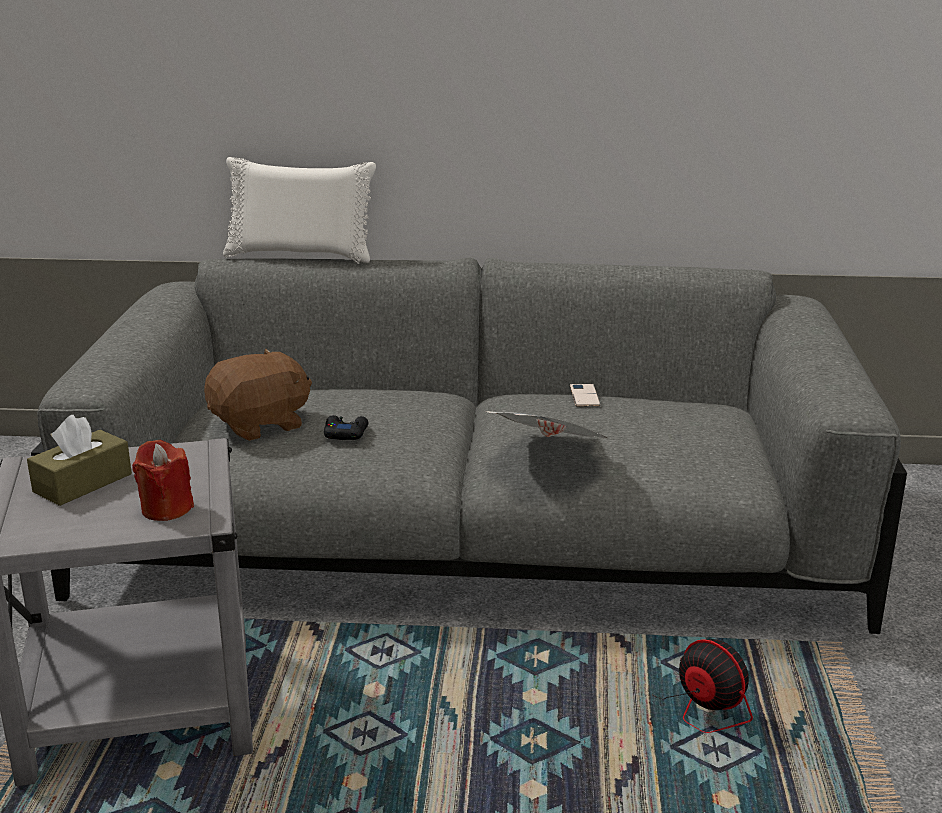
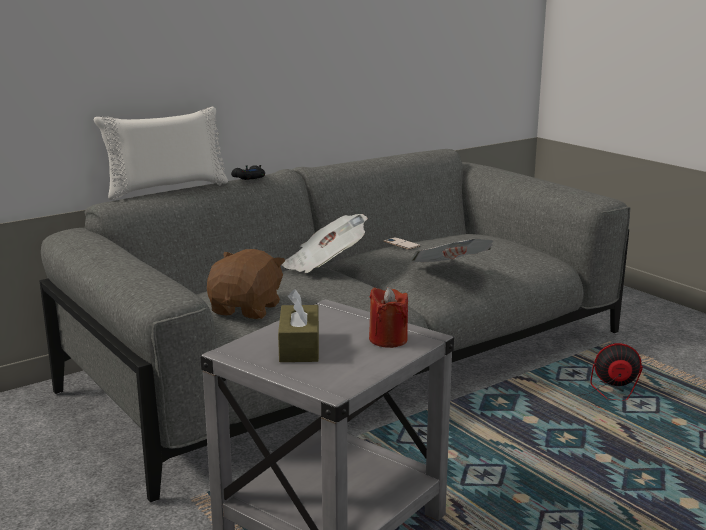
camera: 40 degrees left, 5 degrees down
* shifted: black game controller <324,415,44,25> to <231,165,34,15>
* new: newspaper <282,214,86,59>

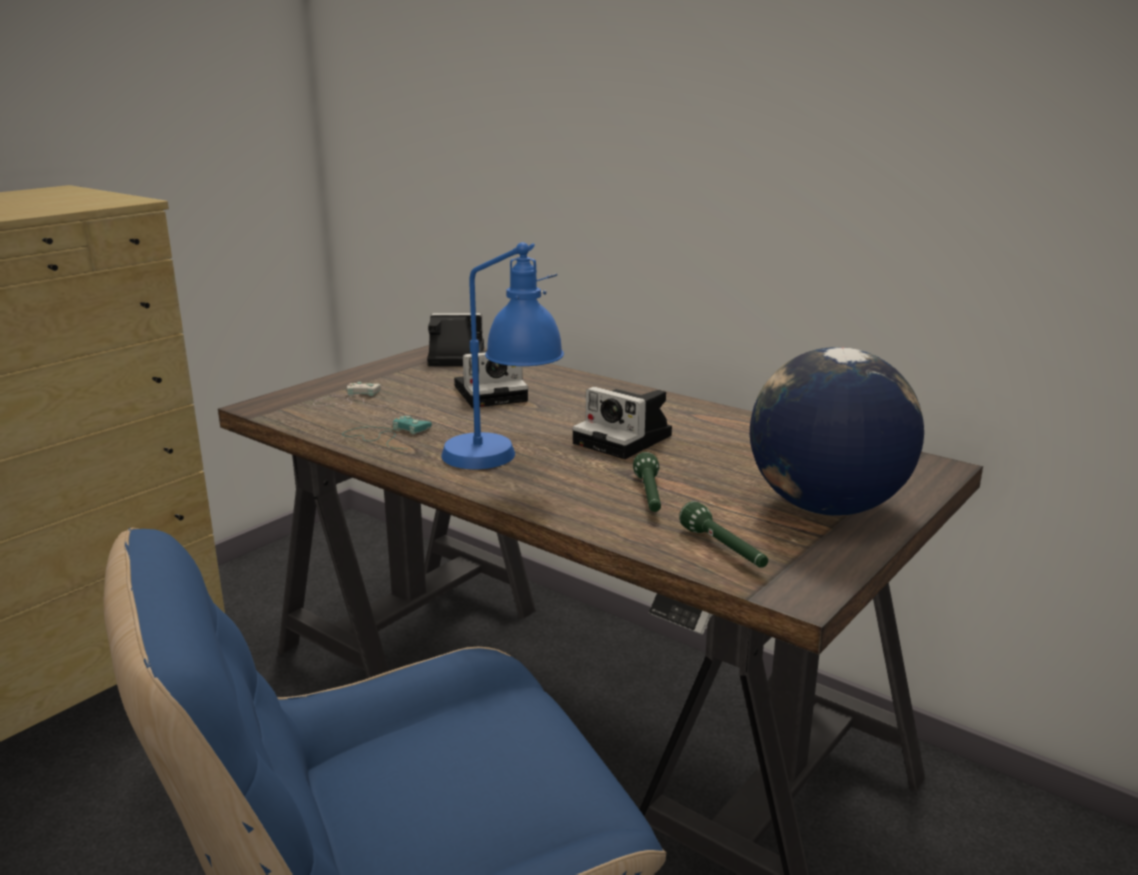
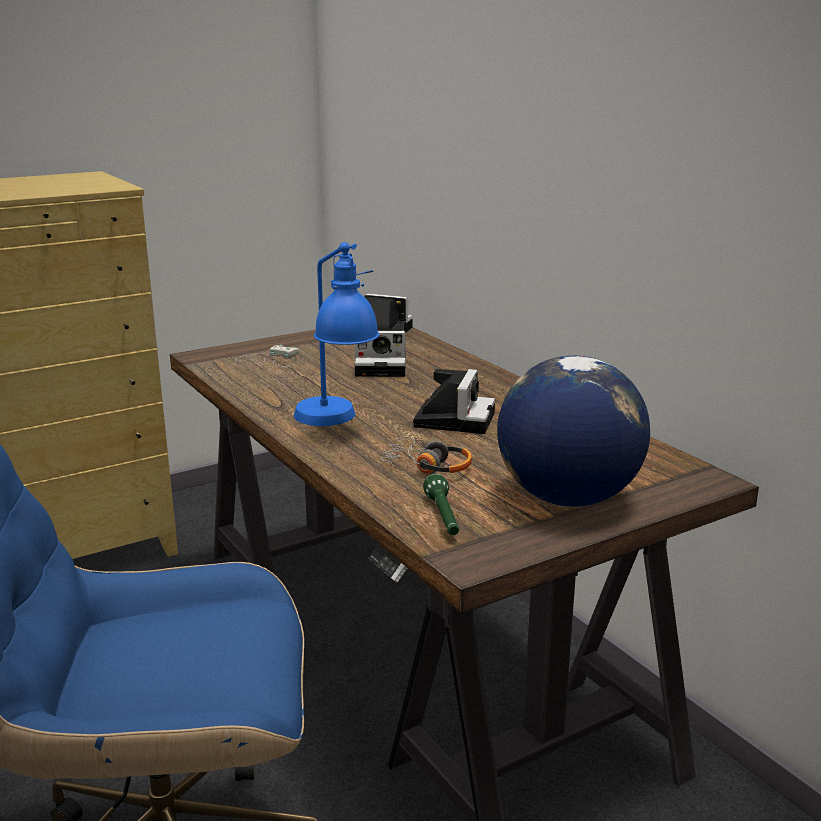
camera: 20 degrees right, 0 degrees up
* gone: turquoise game controller <342,416,90,33>
* rotated: photo camera <572,387,100,72> = <413,369,82,65> 135 degrees counterclockwise
* swapped: green flashlight <633,452,28,60> to headphones <381,437,91,37>

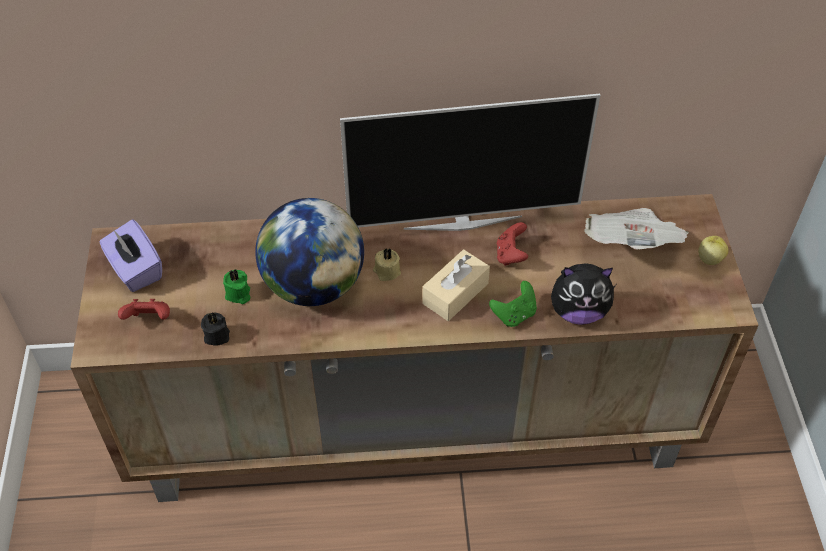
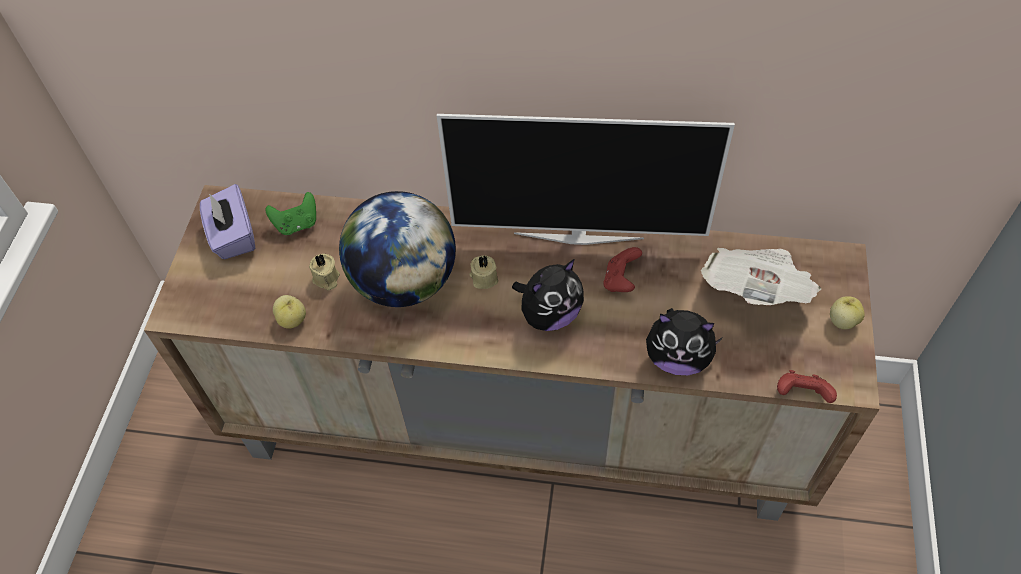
camera: 15 degrees right, 5 degrees up
* shifted: red game controller <118,299,52,21> to <777,370,60,33>
* swapped: black candle <201,312,29,34> to apple <273,295,33,34>
* repainted: green candle <223,270,27,34> to beige candle <309,254,31,36>
* swapped: beige tissue box <422,250,68,71> to plush toy <512,259,72,72>
* shifted: green game controller <489,281,48,46> to <265,192,51,43>

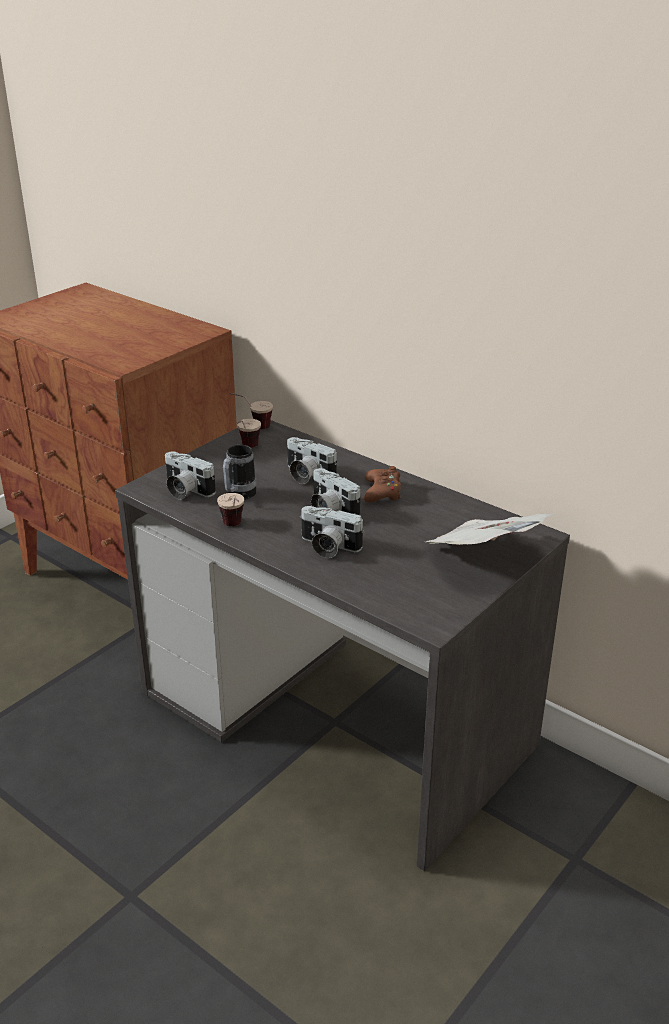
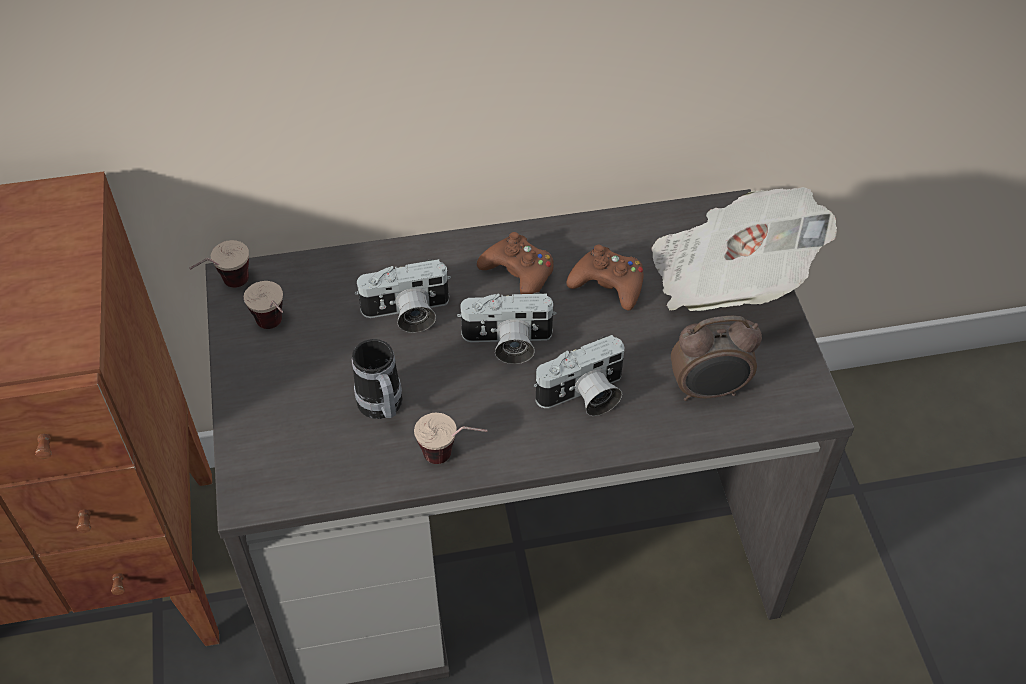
camera: 50 degrees left, 20 degrees up
* gone: photo camera <165,452,51,48>
* new: brown game controller <566,245,78,66>
* new: alarm clock <671,316,91,85>

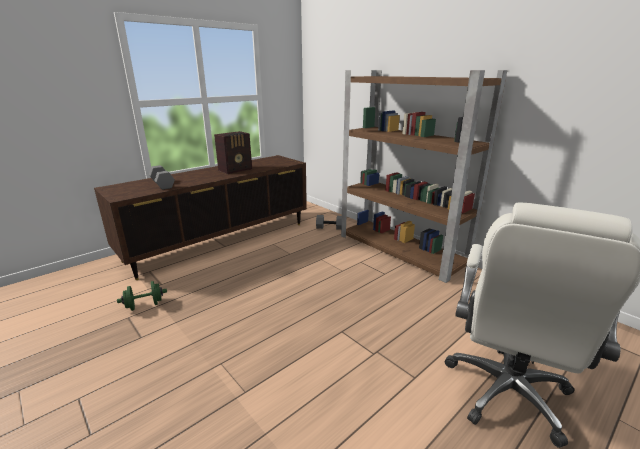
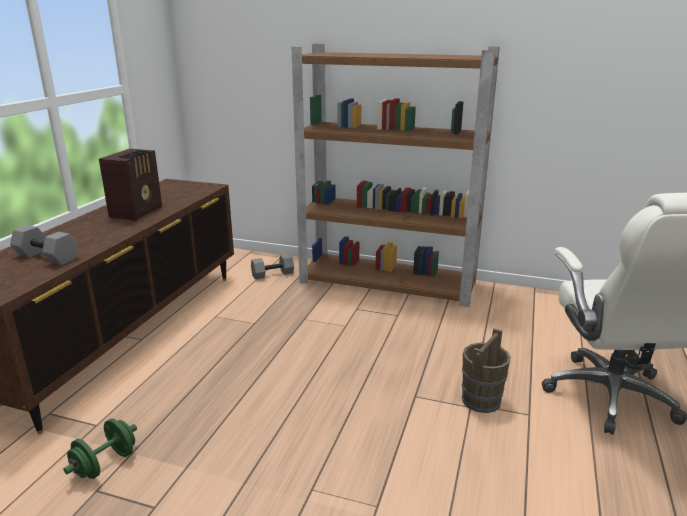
camera: 30 degrees left, 0 degrees up
* new: brown bucket <462,328,49,85>

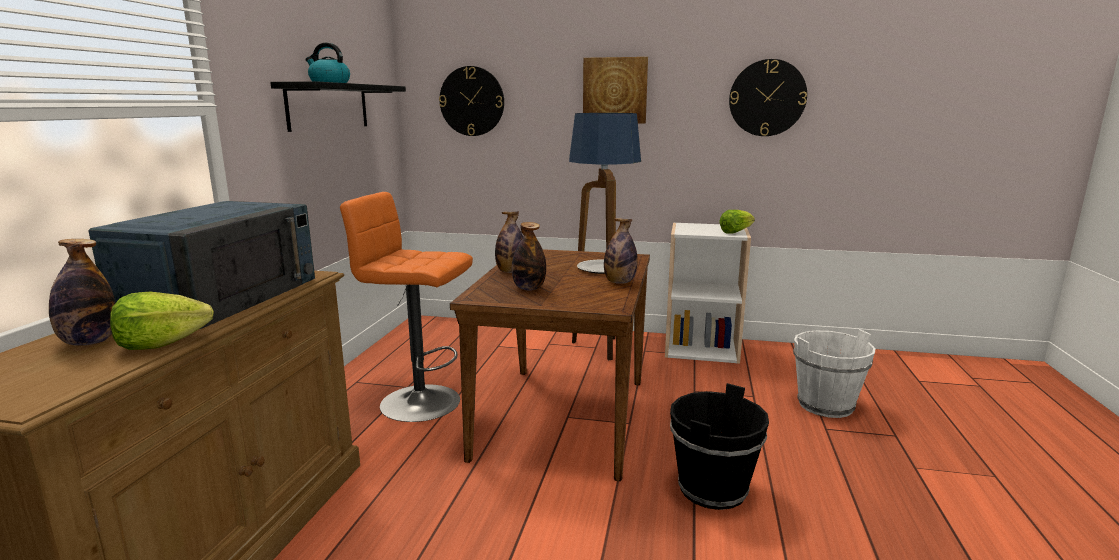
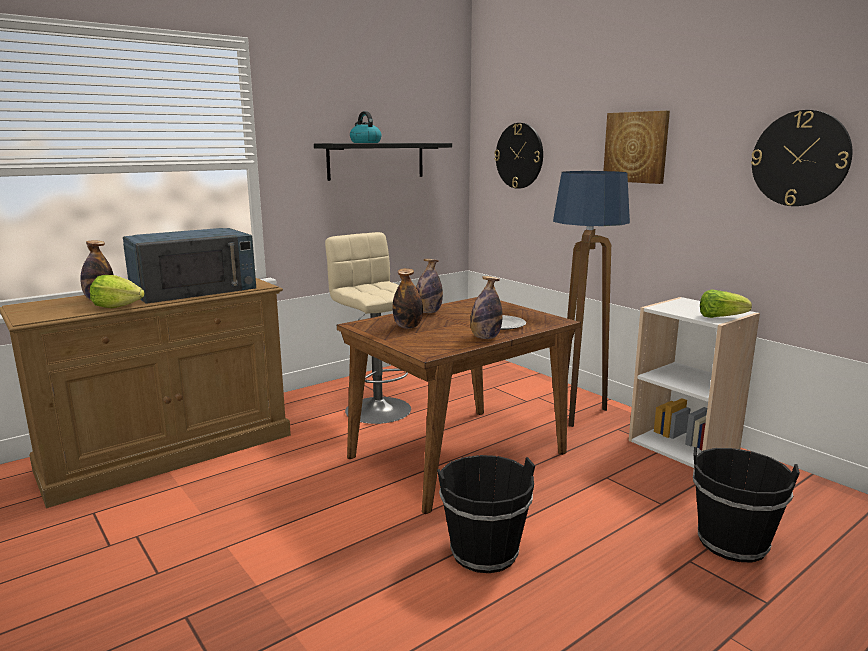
camera: 40 degrees right, 0 degrees up
* repainted: orange stool <340,192,133,230> to beige stool <325,232,86,192>
* repainted: white bucket <793,329,83,89> to black bucket <693,447,107,115>

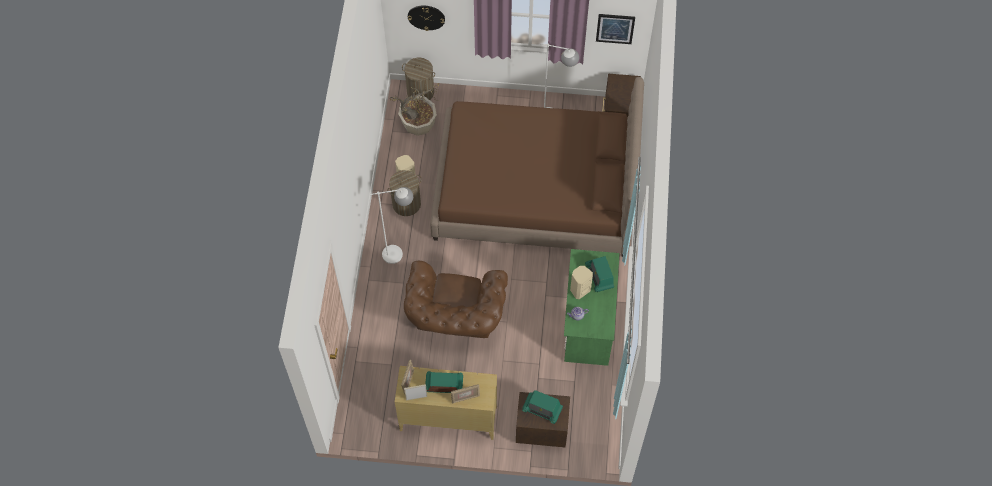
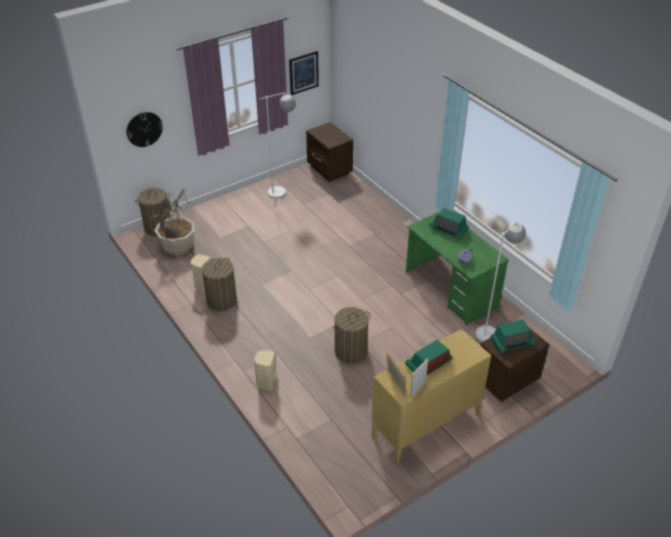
camera: 40 degrees left, 20 degrees down
* shifted: white floor lamp <370,187,43,77> to <476,221,50,121>
* swapped: brown armchair <404,261,104,77> to laundry basket <333,307,37,57>
* gone: brown bed <430,77,214,180>
* gone: picture frame <451,384,29,19>
* shifted: beige speaker <570,266,23,33> to <254,350,23,41>

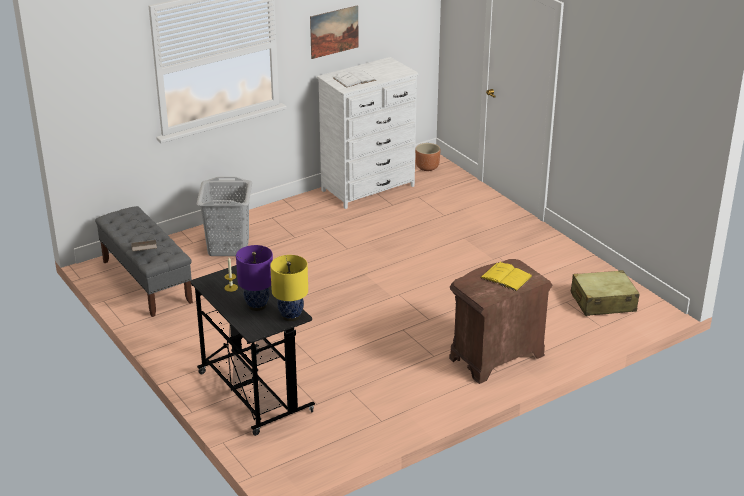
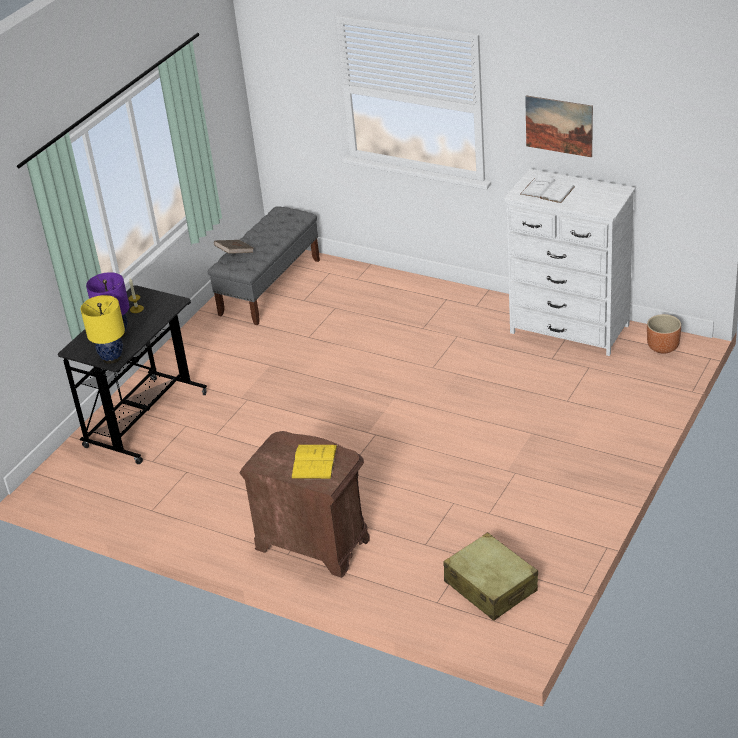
camera: 65 degrees right, 5 degrees up
* gone: grey laundry basket <196,177,56,79>

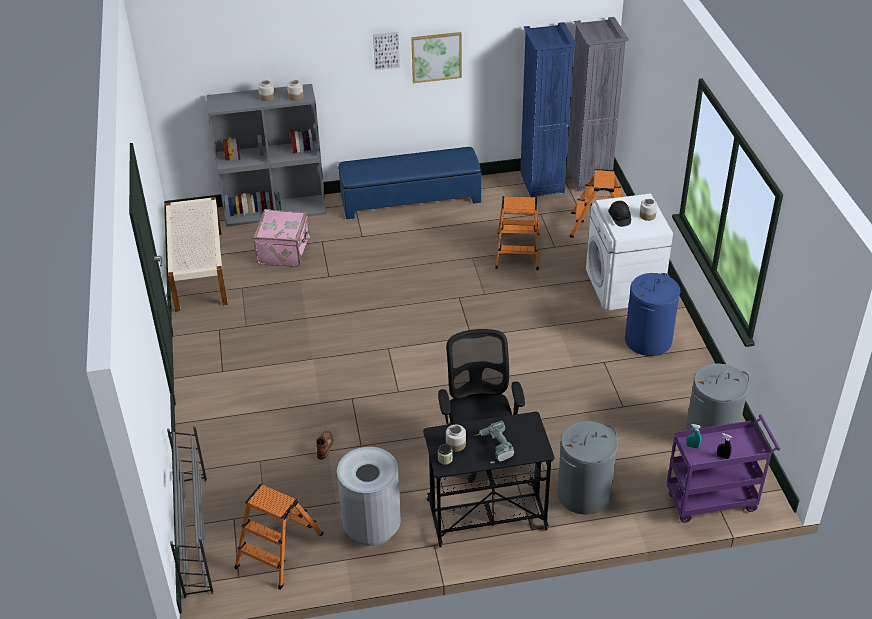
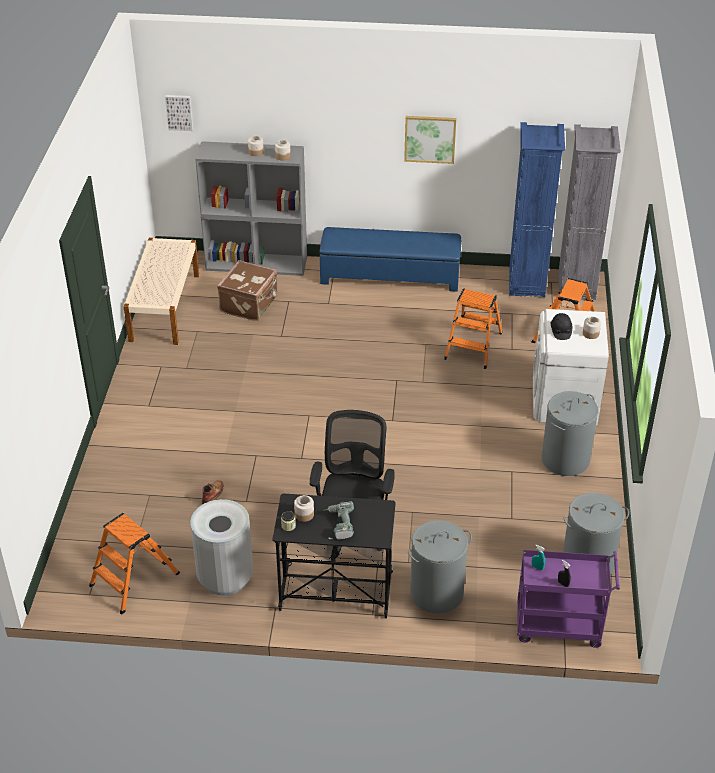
camera: 15 degrees right, 0 degrees up
* gone: grey shoe rack <167,425,47,174>
* repainted: pink suitcase <253,209,58,58> to brown suitcase <217,260,61,61>
* shifted: picture <373,32,27,38> to <165,95,28,36>
* repainted: blue laundry basket <625,273,55,83> to grey laundry basket <542,391,57,85>

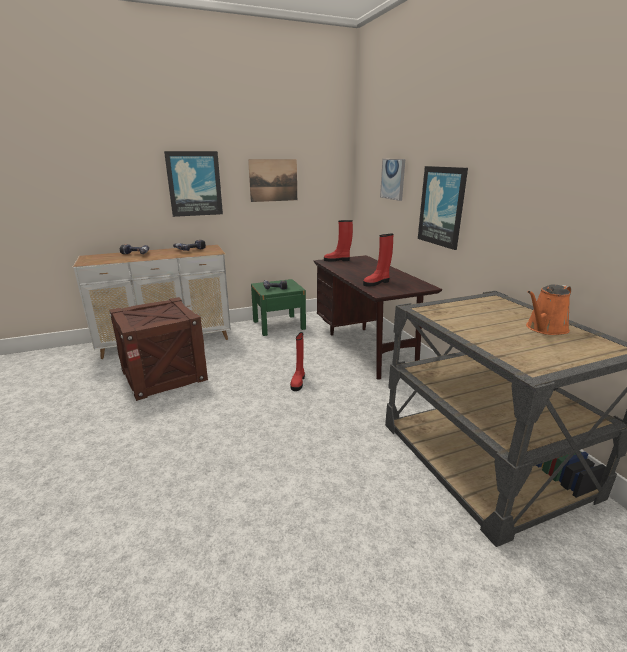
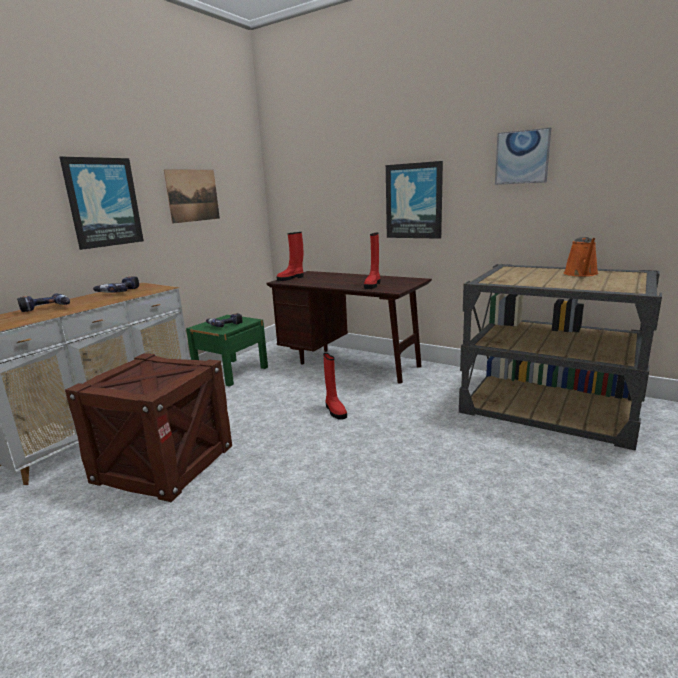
camera: 35 degrees left, 5 degrees down
* shifted: picture <380,159,25,42> to <495,127,56,58>

